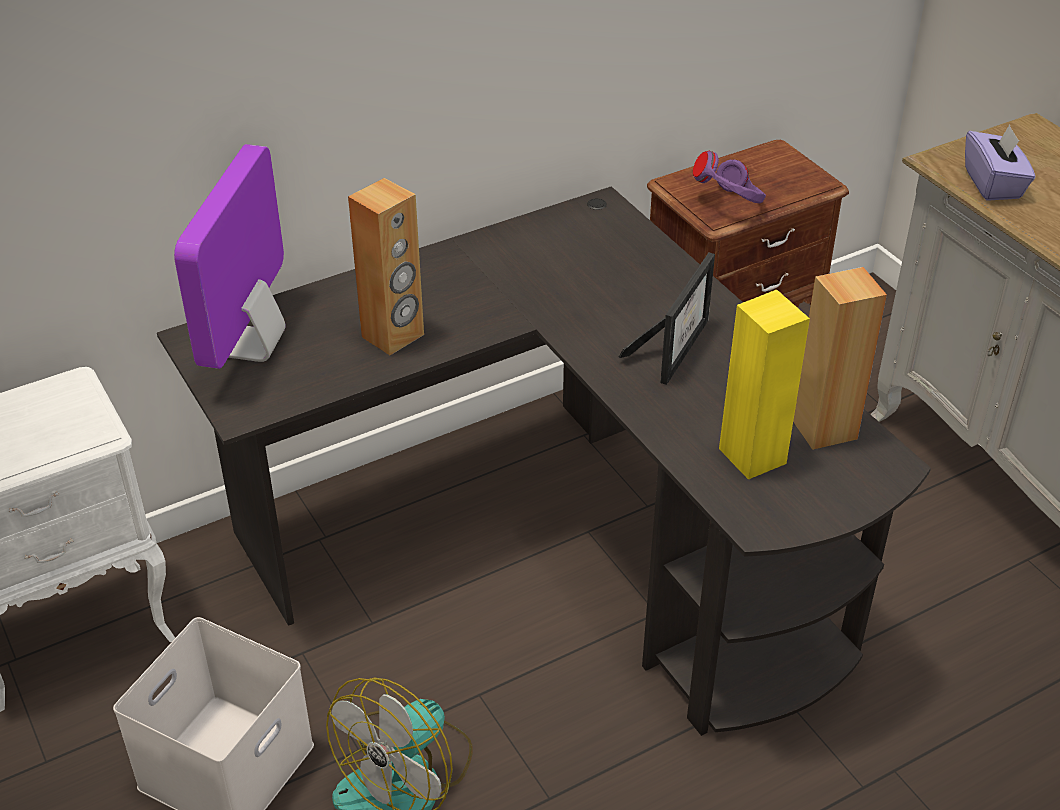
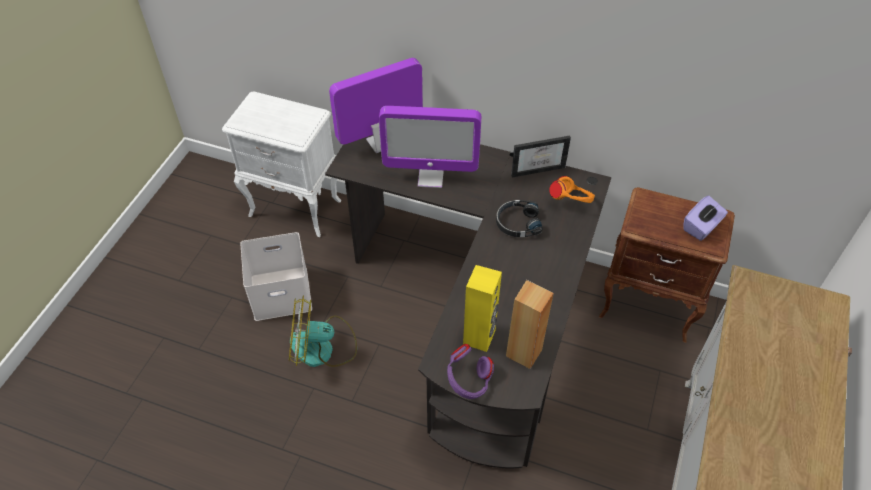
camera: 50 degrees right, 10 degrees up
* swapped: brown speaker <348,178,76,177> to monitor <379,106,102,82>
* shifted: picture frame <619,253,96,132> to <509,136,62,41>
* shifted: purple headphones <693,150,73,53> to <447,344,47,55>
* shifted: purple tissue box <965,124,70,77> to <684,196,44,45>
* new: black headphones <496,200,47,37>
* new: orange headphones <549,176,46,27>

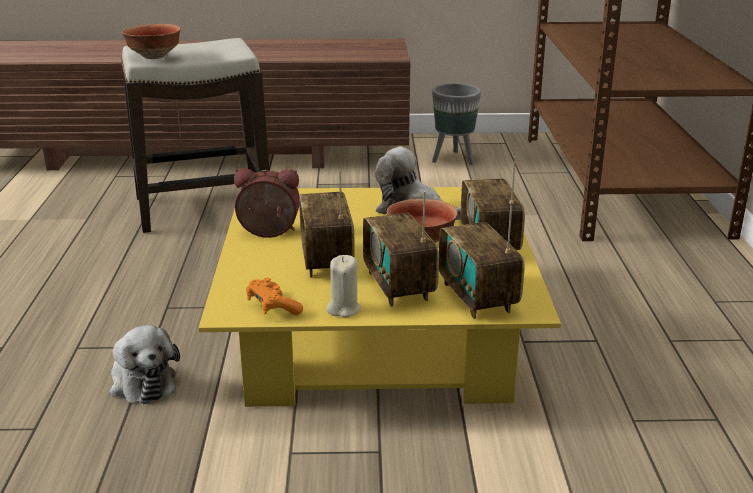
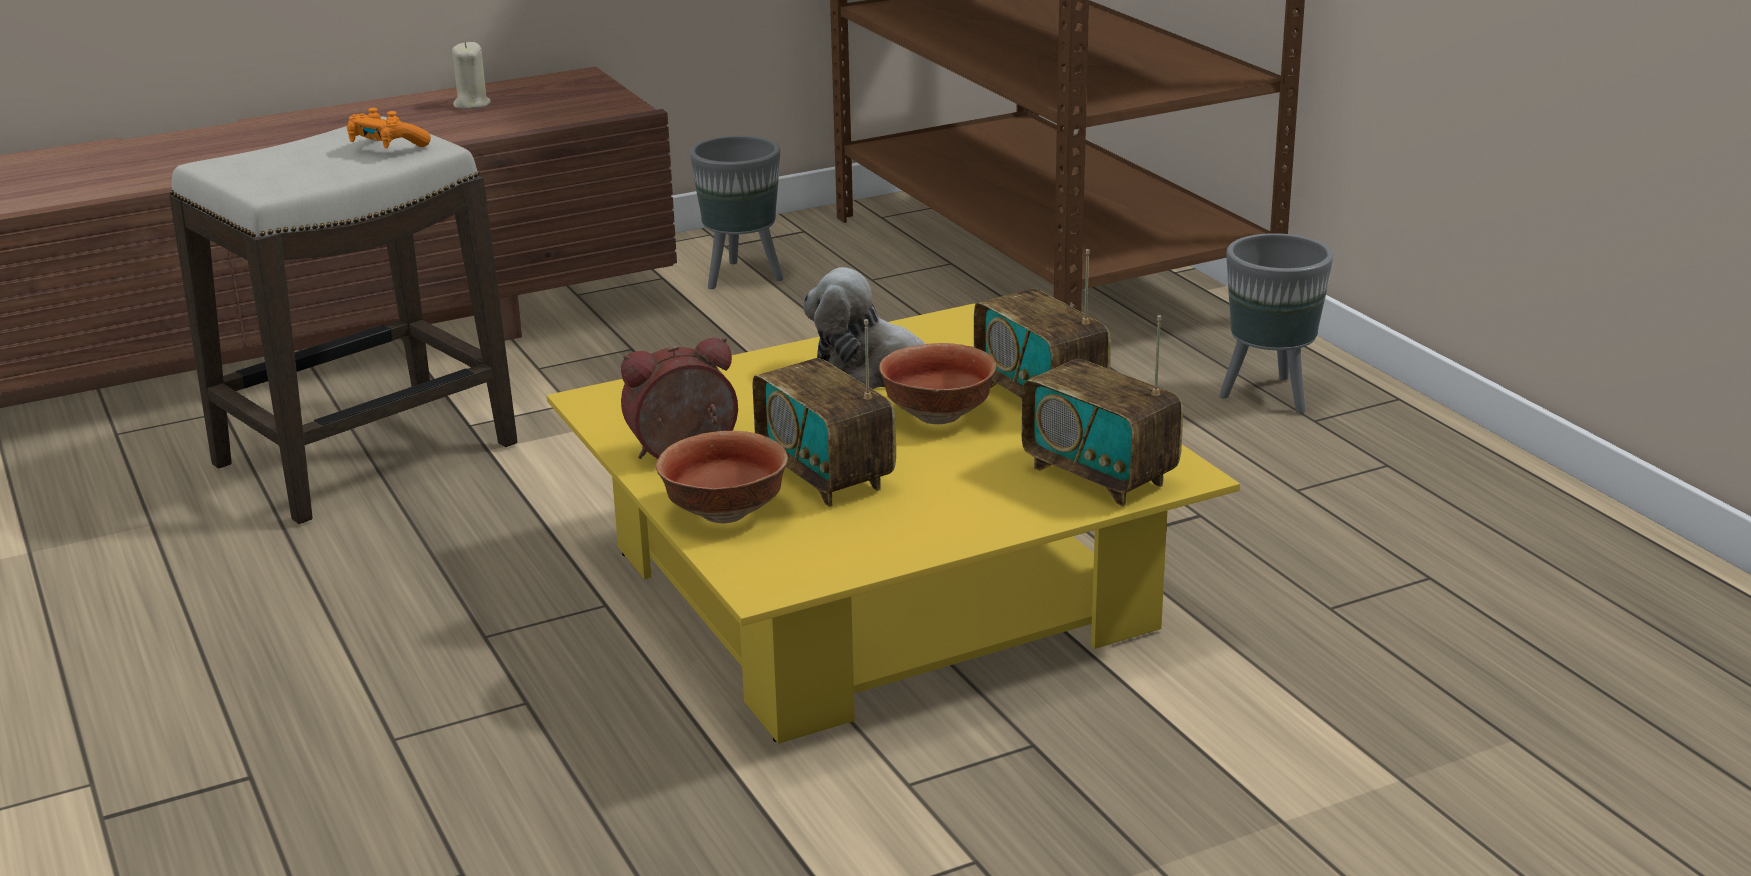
camera: 25 degrees left, 0 degrees up
* gone: plush toy <110,325,70,79>
* shifted: bowl <122,24,59,35> to <656,431,132,92>
* shifted: orange game controller <246,277,57,38> to <347,108,84,40>
* shifted: beige candle <327,255,34,62> to <452,41,39,69>
* gone: radio <363,191,76,116>
* new: grey planter <1219,233,114,181>

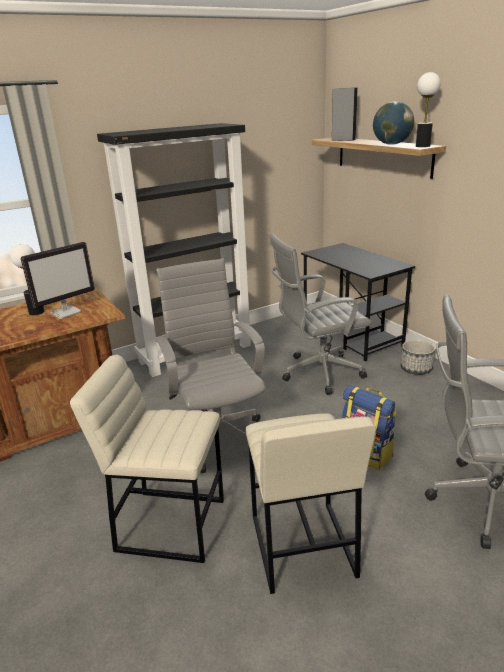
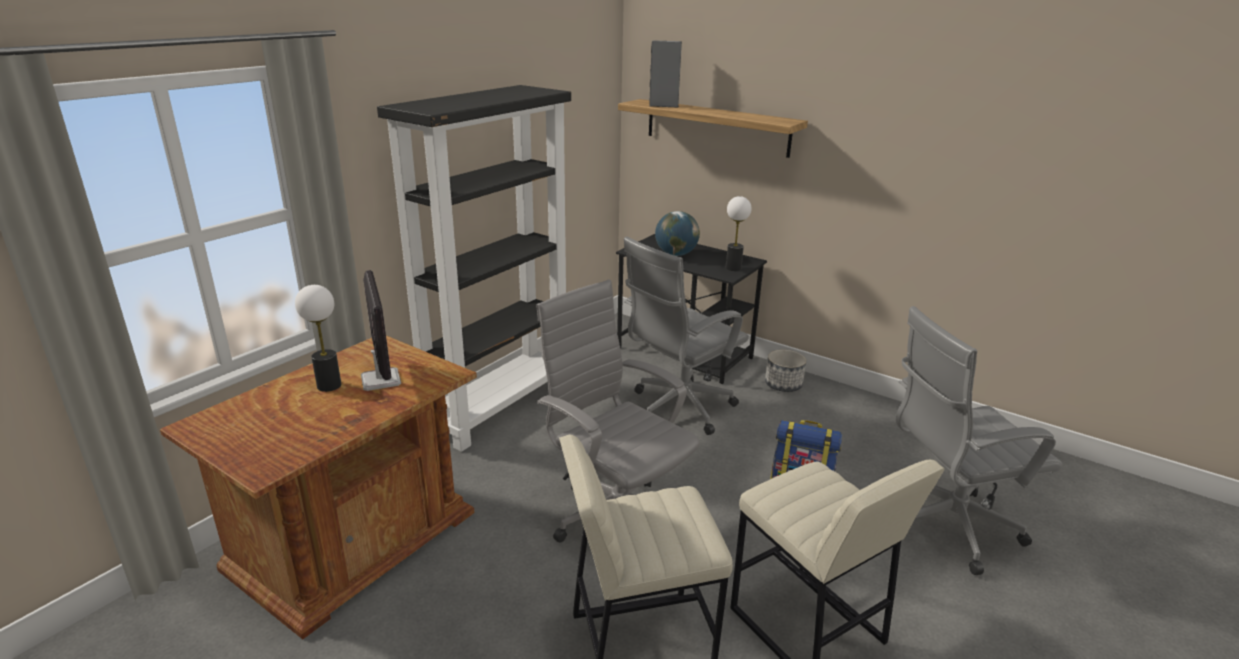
camera: 25 degrees left, 0 degrees up
* rotated: monitor <21,242,74,77> = <361,270,40,121> 45 degrees counterclockwise
* shifted: globe <373,101,41,44> to <655,211,45,45>
* shifted: table lamp <416,72,25,75> to <726,196,25,75>

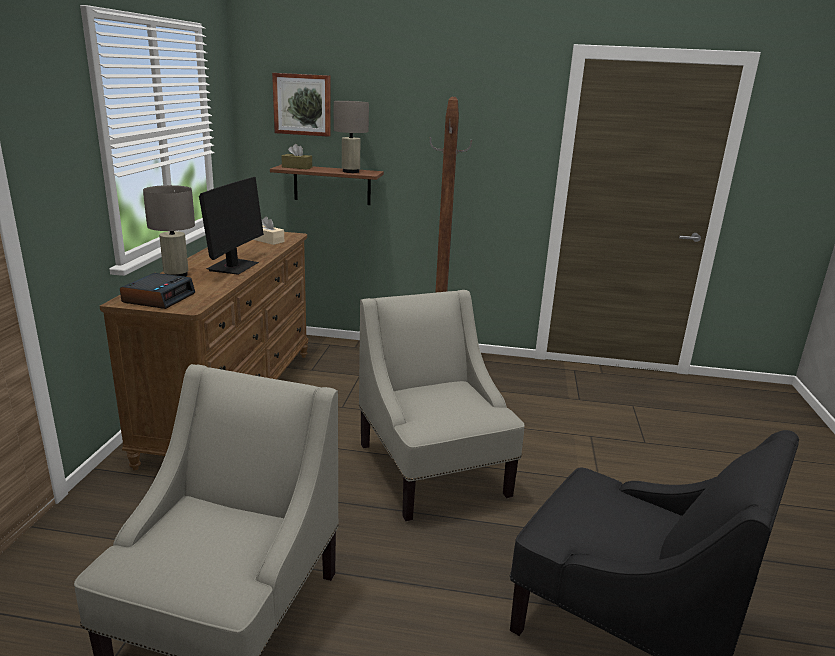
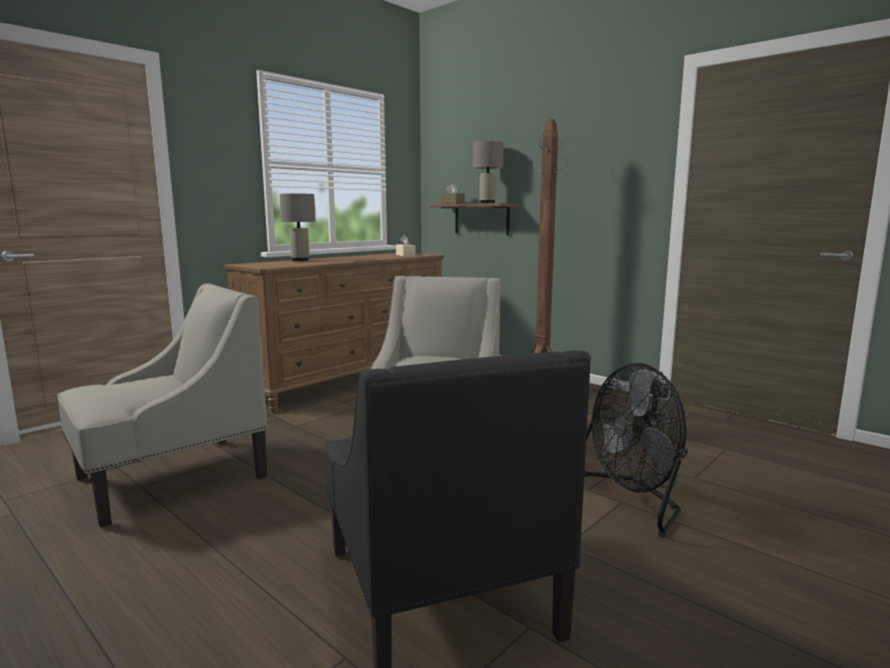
camera: 35 degrees right, 10 degrees down
* gone: alarm clock <120,273,75,36>
* gone: monitor <199,177,65,98>
* gone: picture <272,73,59,64>
* new: black fan <584,363,104,175>

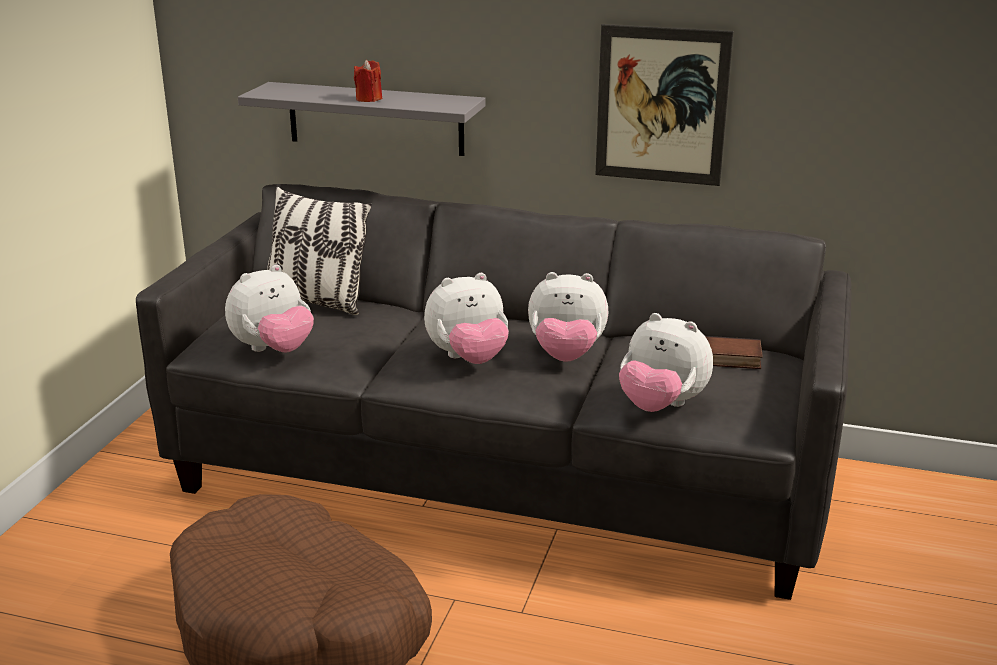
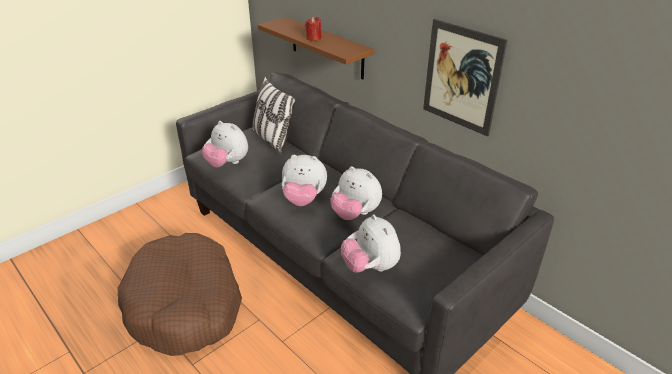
camera: 30 degrees right, 10 degrees up
* rotated: plush toy <225,264,89,88> = <202,121,46,46> 45 degrees clockwise
* repainted: grey shelf <238,82,248,74> to brown shelf <258,17,117,62>
* gone: book <705,336,58,33>

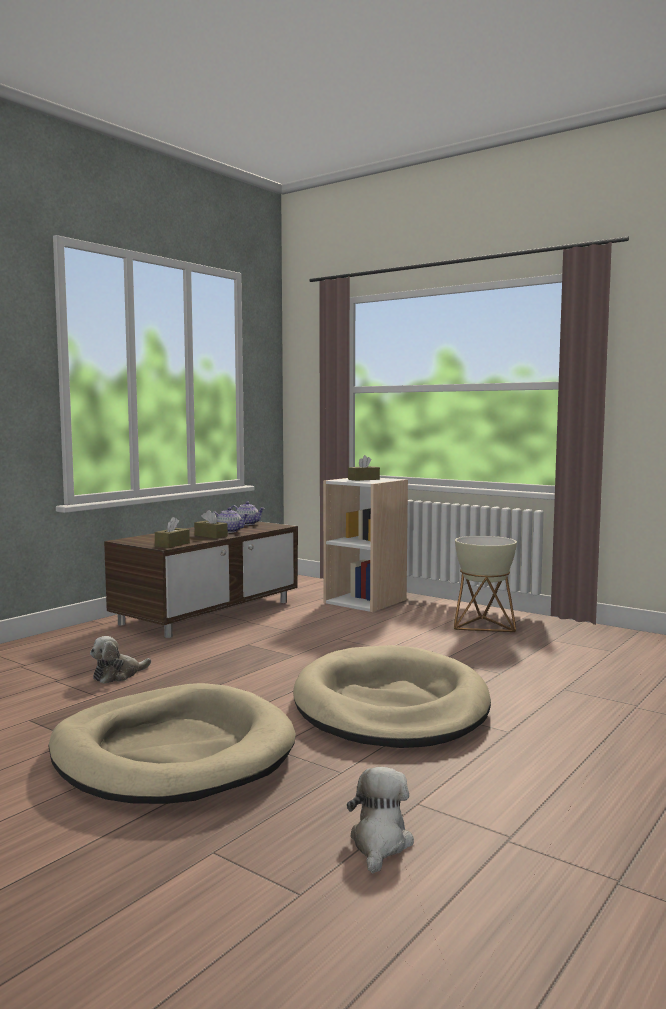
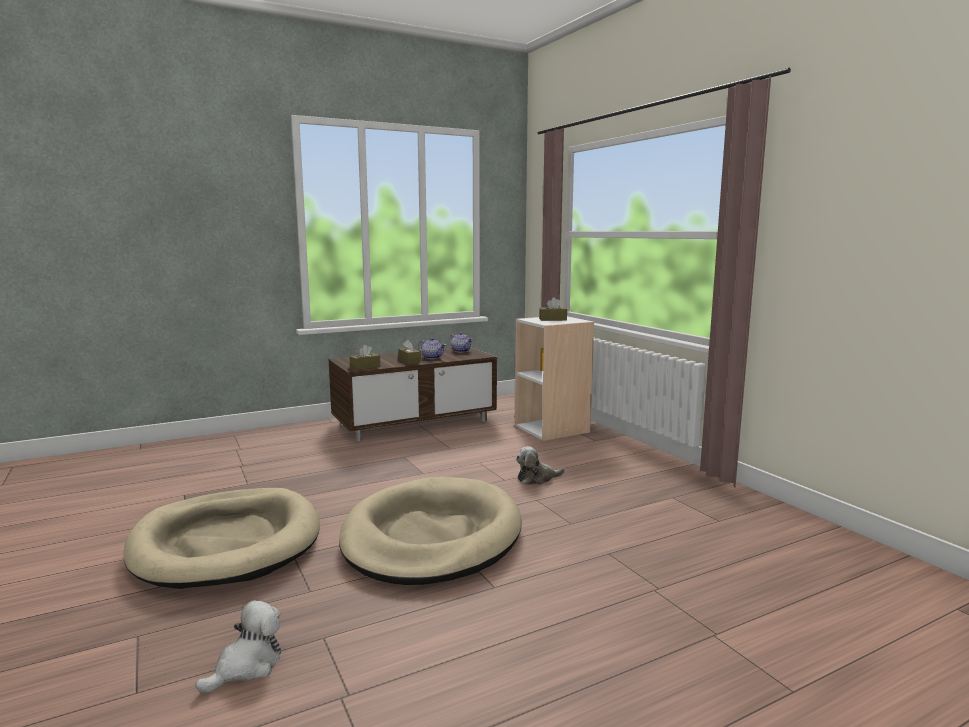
camera: 25 degrees right, 5 degrees up
* shifted: plush toy <90,636,61,48> to <516,446,49,39>
* gone: planter <454,536,63,96>

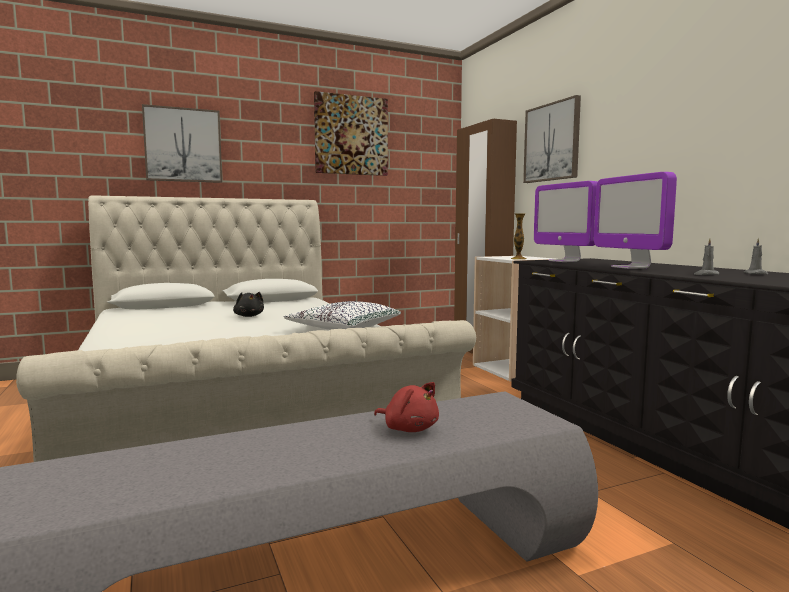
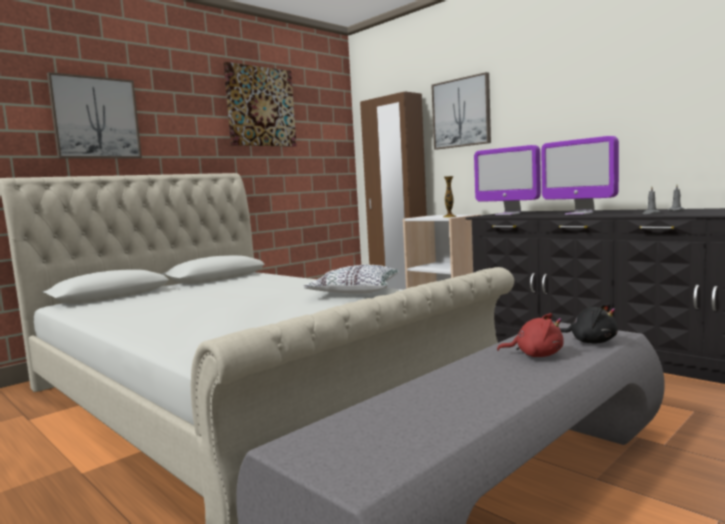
camera: 20 degrees left, 0 degrees up
* shifted: black plush toy <233,292,31,25> to <560,303,58,41>

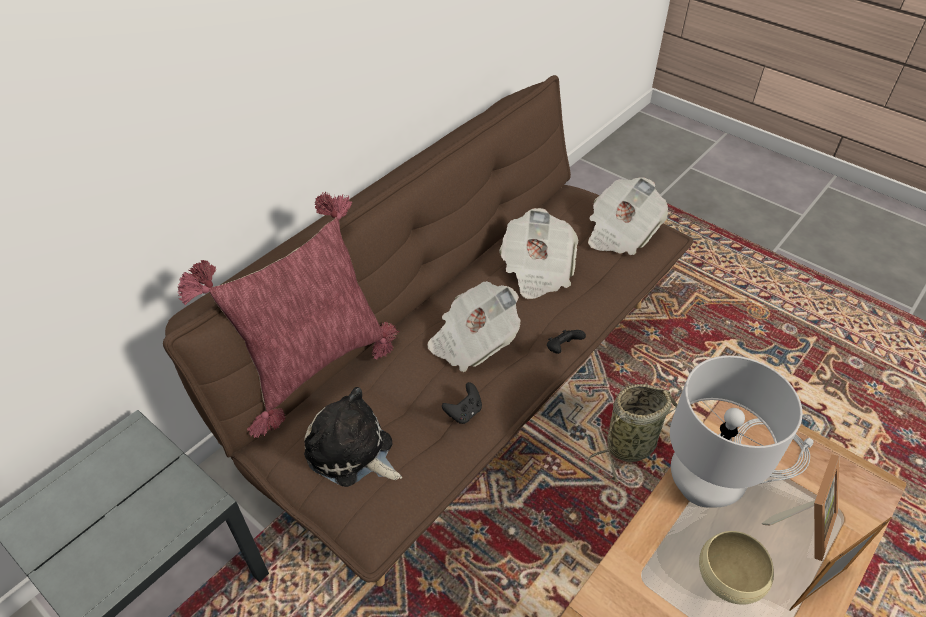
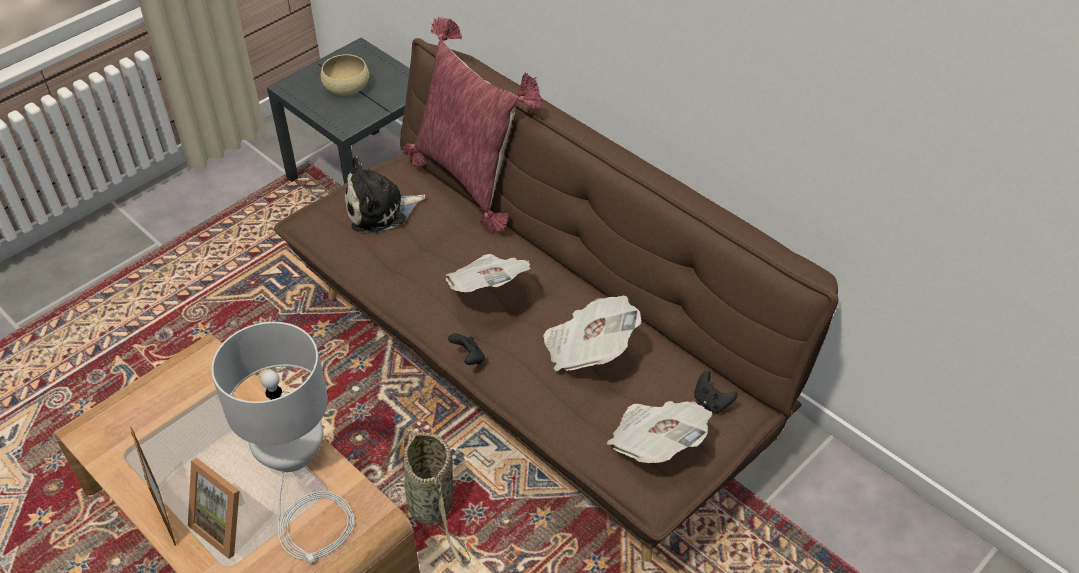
camera: 95 degrees right, 0 degrees up
* rotated: plush toy <304,387,98,100> = <345,156,80,78> 150 degrees counterclockwise
* shifted: black game controller <442,382,40,42> to <694,371,44,42>
* shifted: beige bowl <699,531,75,74> to <321,54,48,41>

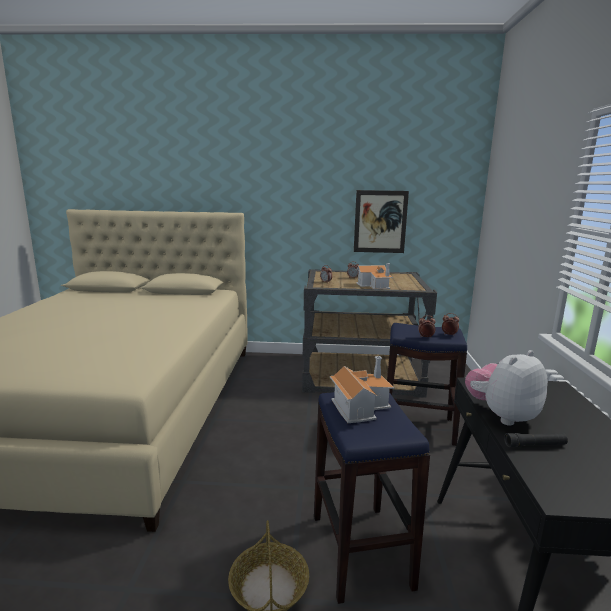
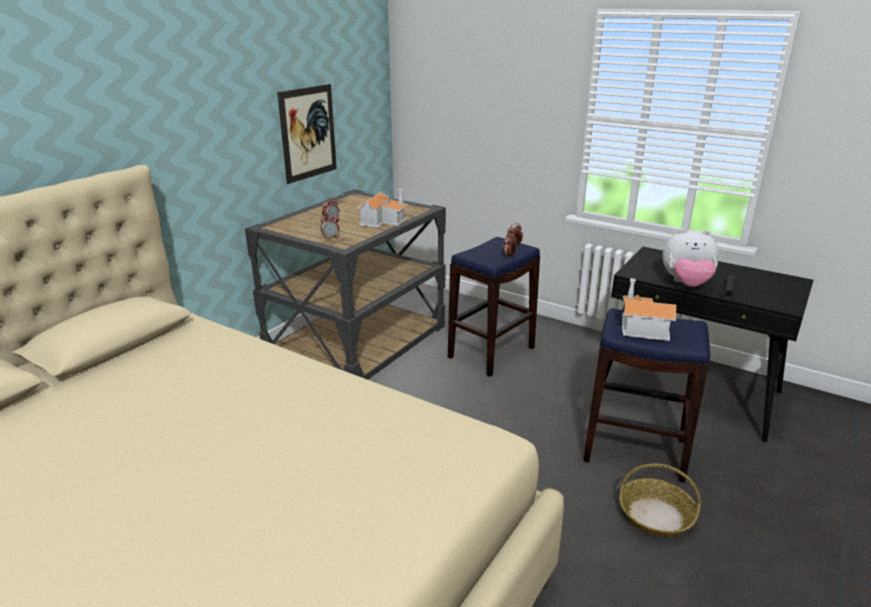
camera: 60 degrees left, 10 degrees up
* rotated: plush toy <465,350,83,76> = <663,229,55,58> 75 degrees counterclockwise

